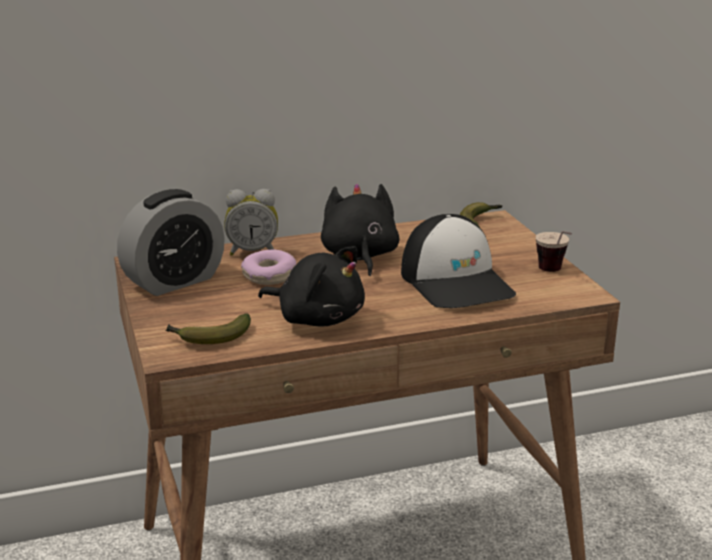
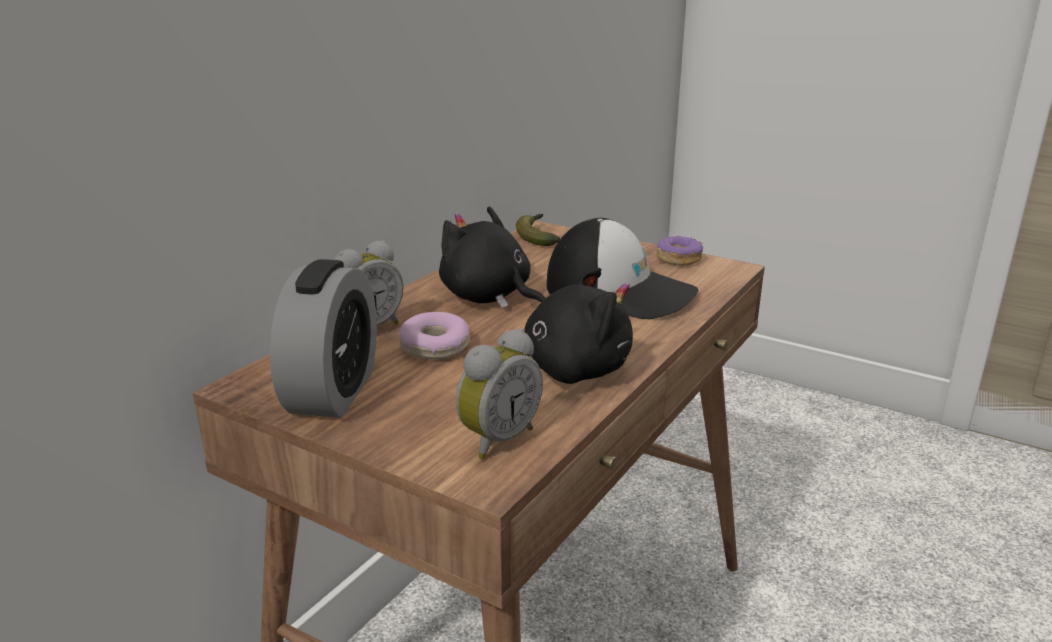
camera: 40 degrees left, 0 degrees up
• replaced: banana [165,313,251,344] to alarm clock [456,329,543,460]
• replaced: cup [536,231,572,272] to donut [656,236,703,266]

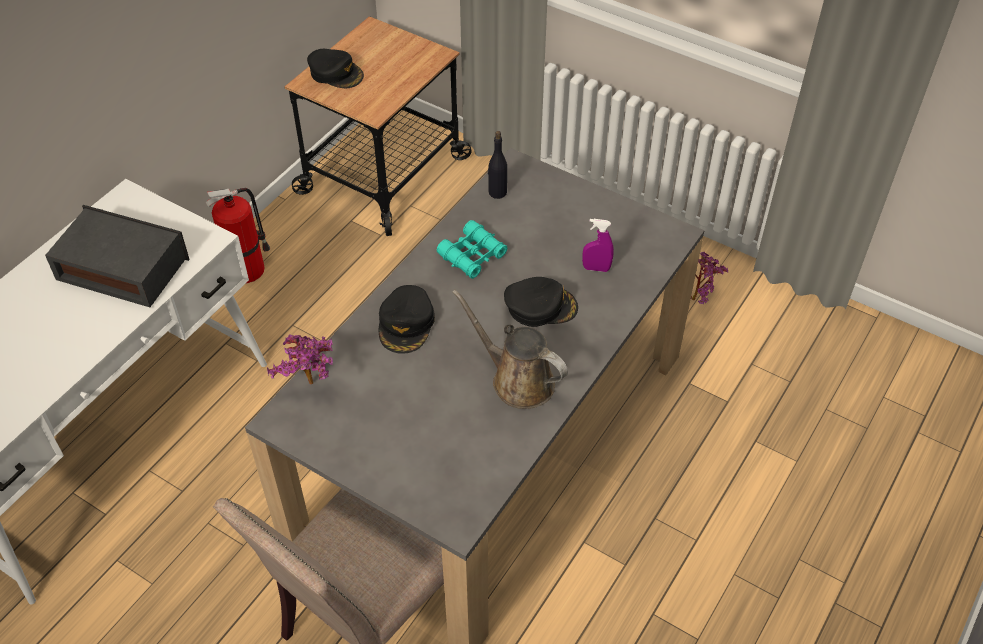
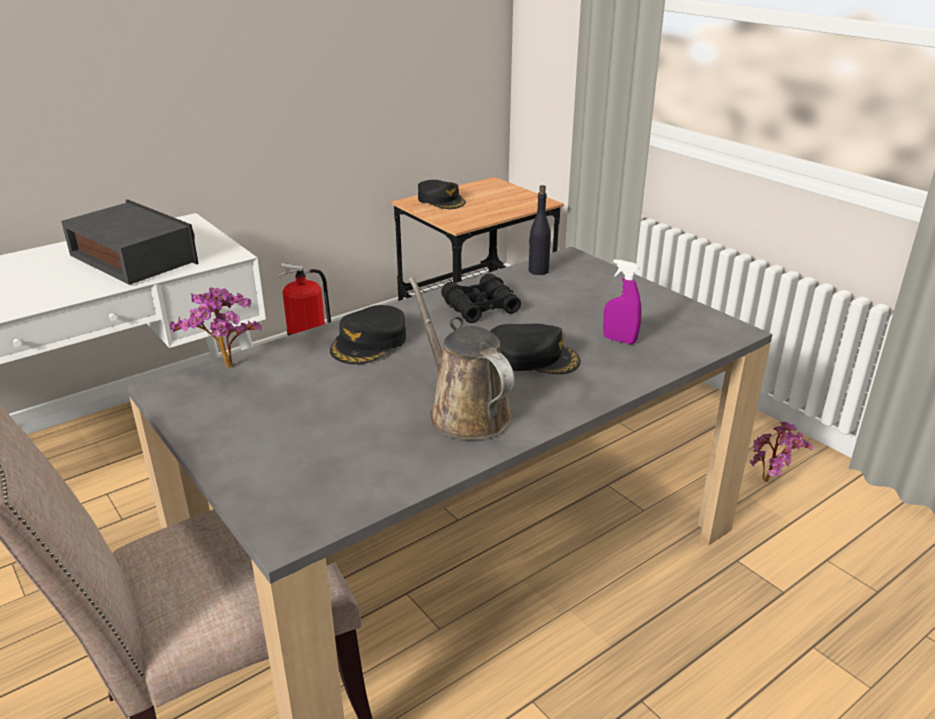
camera: 20 degrees right, 20 degrees down
• recoloured: binoculars (turquoise) [437,220,507,279] to binoculars (black) [441,273,521,323]

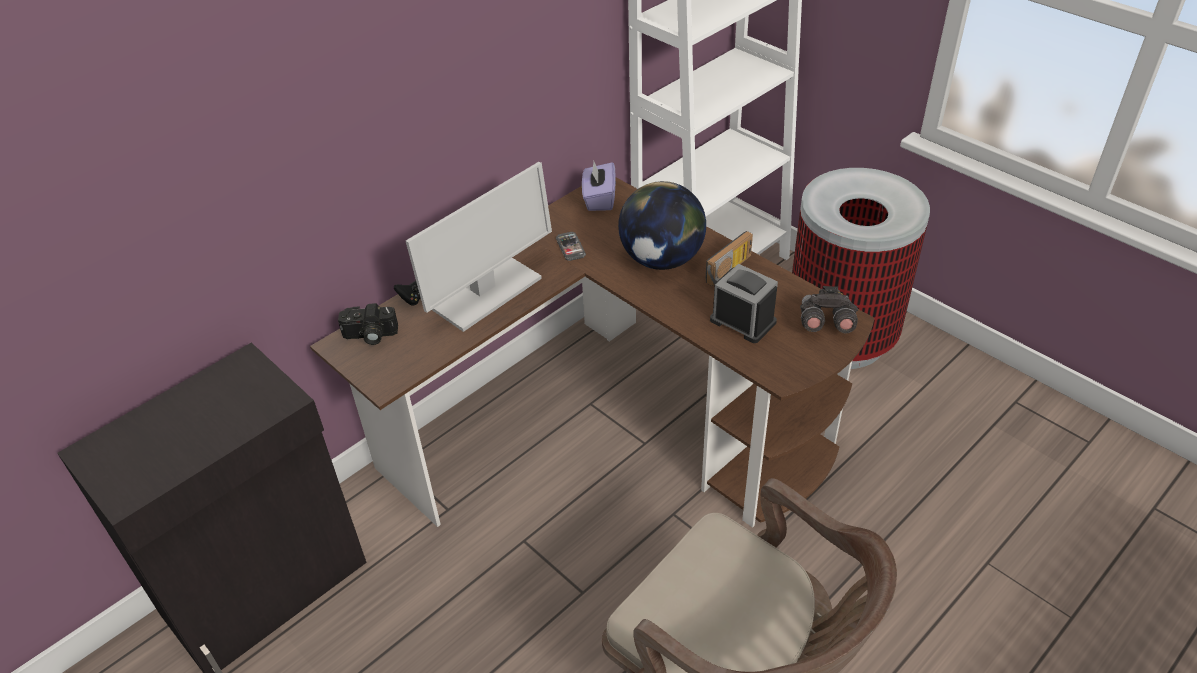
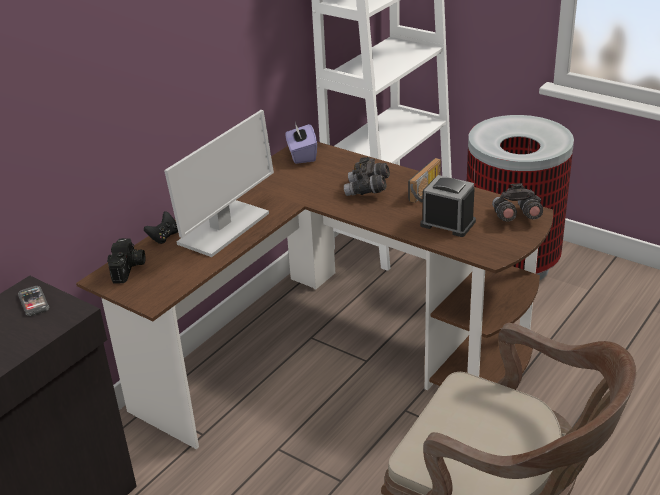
camera: 10 degrees left, 10 degrees down
• moved: phone [556,232,586,261] to [18,286,49,316]
• replaced: globe [618,181,706,270] to binoculars (grey) [344,157,390,196]
• turned: photo camera [338,303,398,345] = [107,238,145,284] 75 degrees counterclockwise

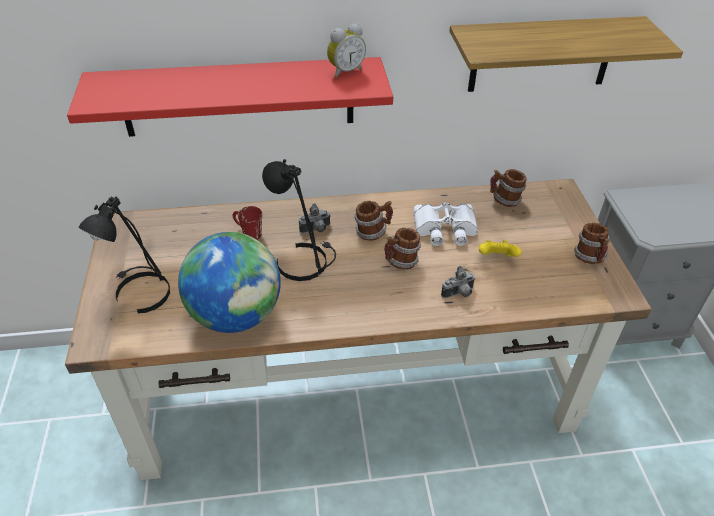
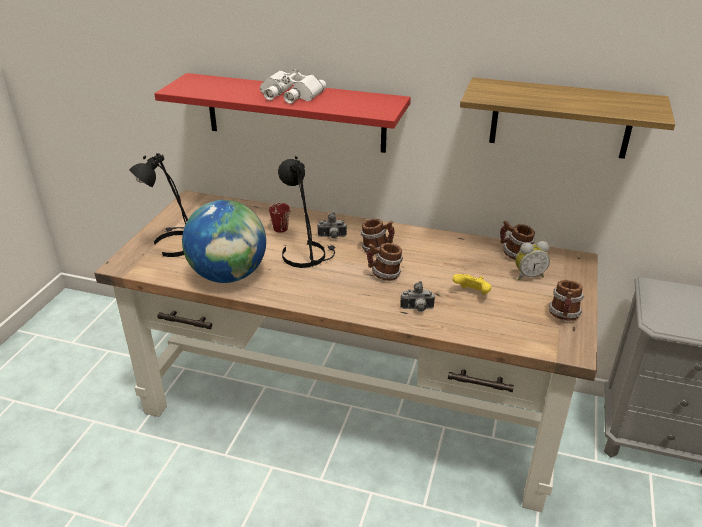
camera: 25 degrees right, 10 degrees down
• moved: alarm clock [327,23,366,78] to [515,241,550,280]
• moved: binoculars (white) [414,202,478,246] to [260,69,326,104]

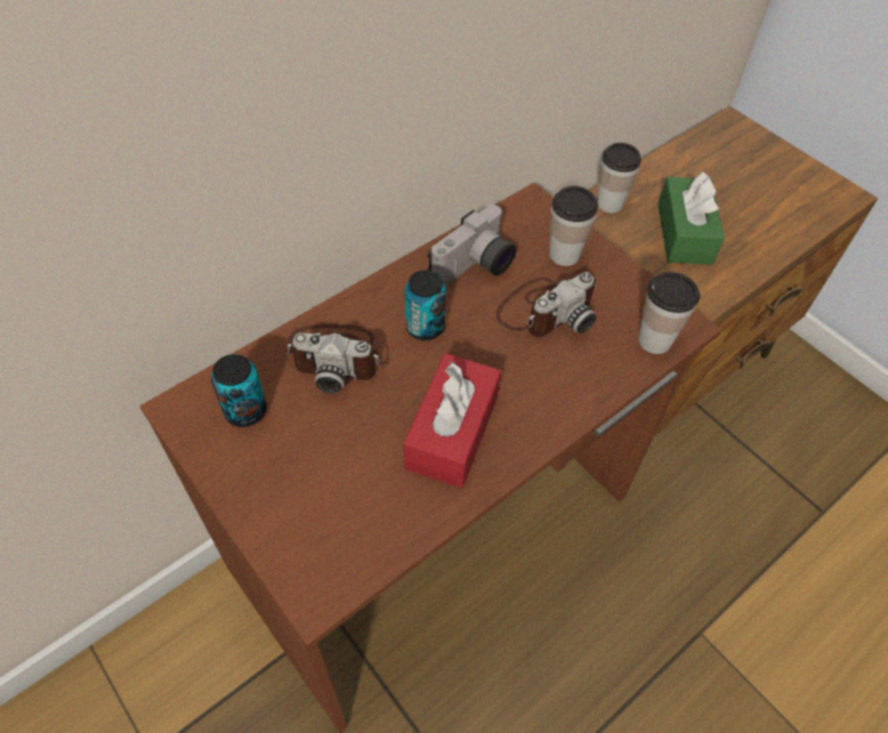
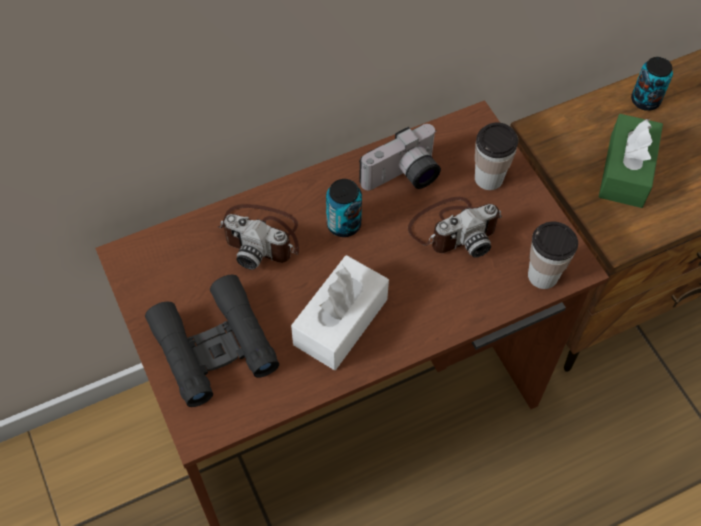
camera: 15 degrees right, 5 degrees up
• removed: cup [597,143,641,213]
• added: binoculars (black) [145,275,279,407]
• moved: can [211,354,267,427] to [631,57,673,111]
• recoloured: tissue box (red) [404,353,501,488] to tissue box (white) [291,255,389,370]

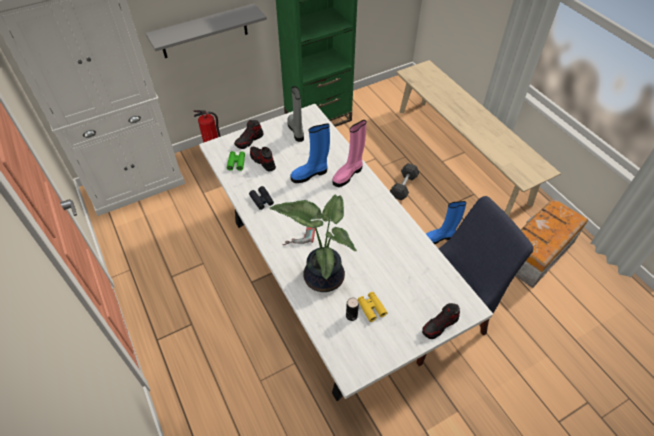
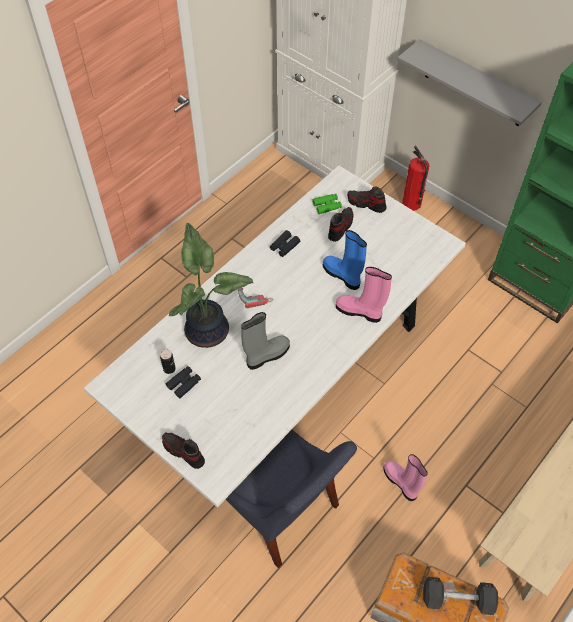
camera: 70 degrees right, 5 degrees up
• moved: boot (grey) [287,86,304,142] to [241,312,290,370]
• moved: dumbbell (grey) [390,163,419,201] to [423,577,498,615]
• recoloured: binoculars (yellow) [357,292,387,322] to binoculars (black) [166,366,201,398]
• recoloured: boot (blue) [426,201,466,244] to boot (pink) [384,454,428,501]

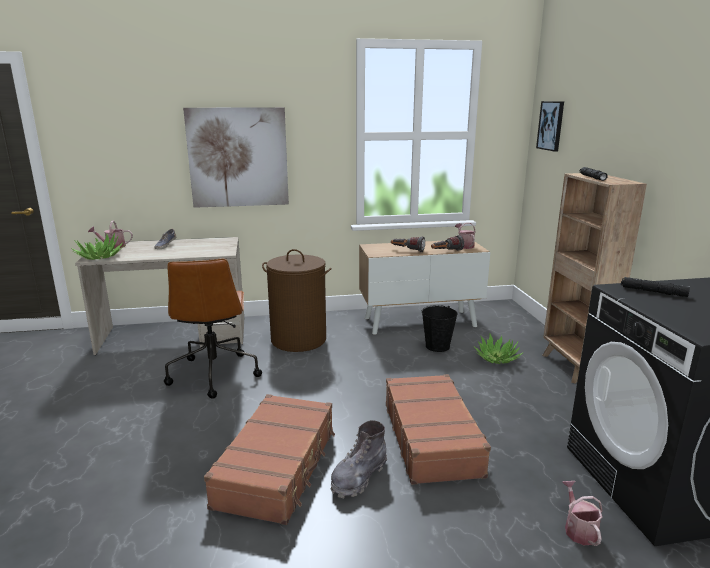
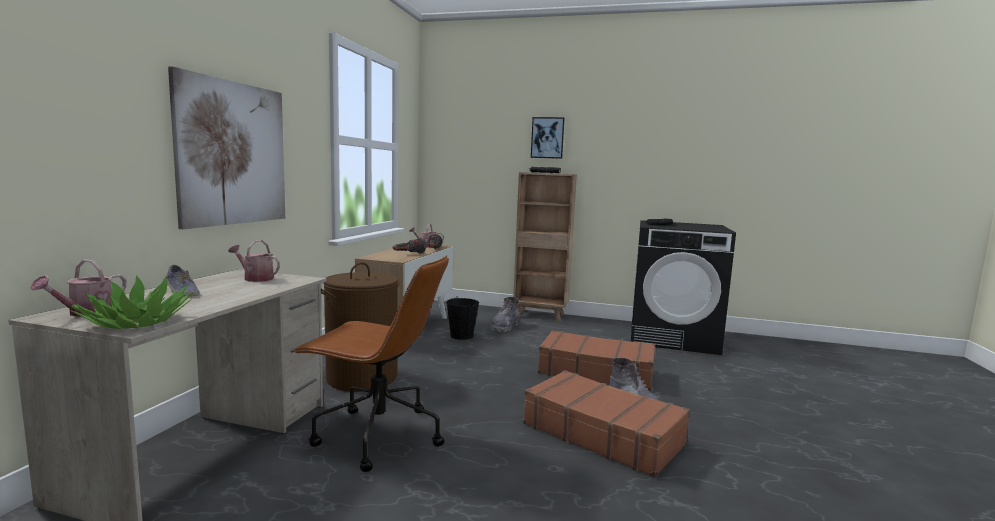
camera: 65 degrees left, 10 degrees down
• moved: picture [536,101,564,152] to [531,117,565,159]
• moved: watering can [562,481,603,546] to [228,240,280,282]
• replaced: potted plant [474,334,523,364] to boot (grey) [491,297,519,332]

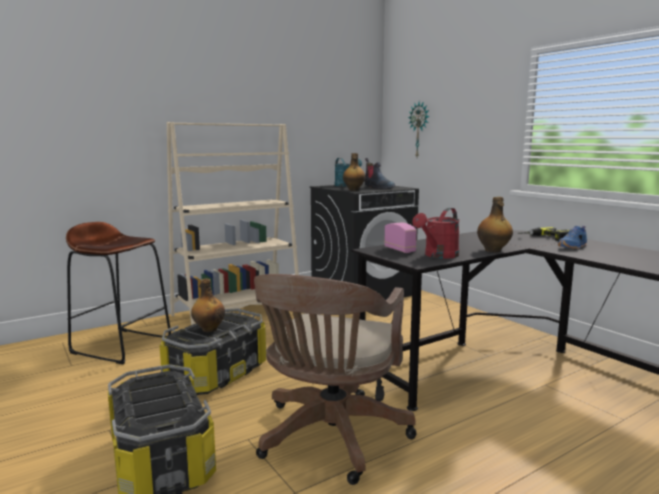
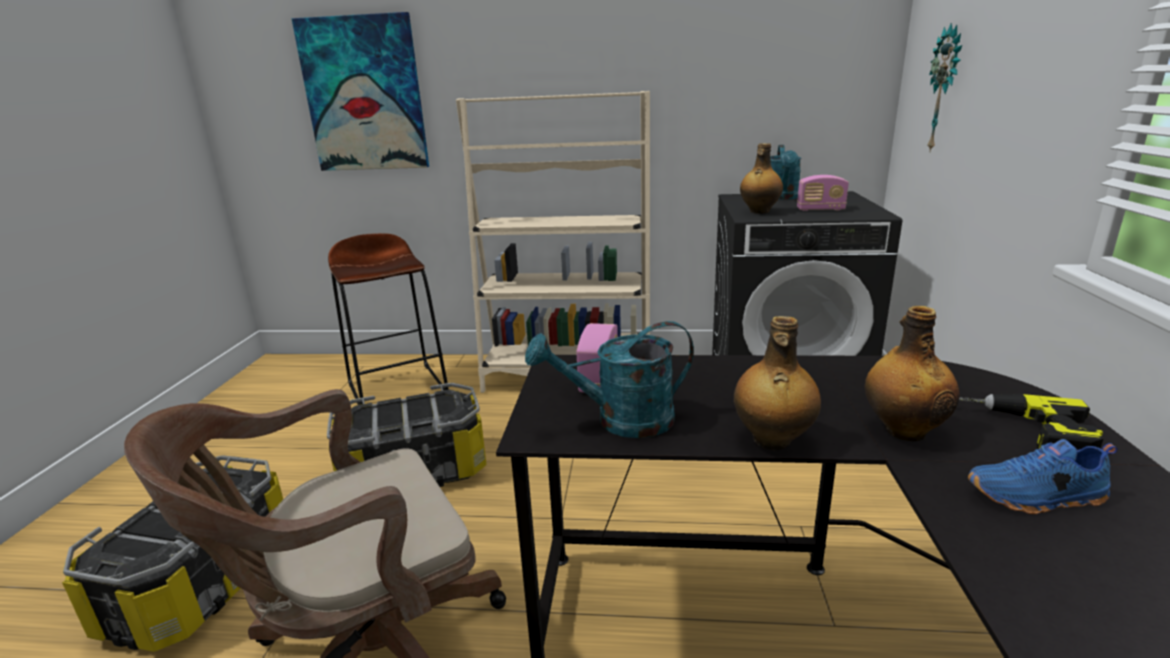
camera: 40 degrees right, 10 degrees up
• added: picture [291,12,429,171]
• moved: bottle [191,279,225,332] to [865,306,959,441]
• replaced: boot [364,158,396,189] to radio [797,175,849,211]
• recoloured: watering can (red) [412,208,460,259] to watering can (turquoise) [525,321,694,438]

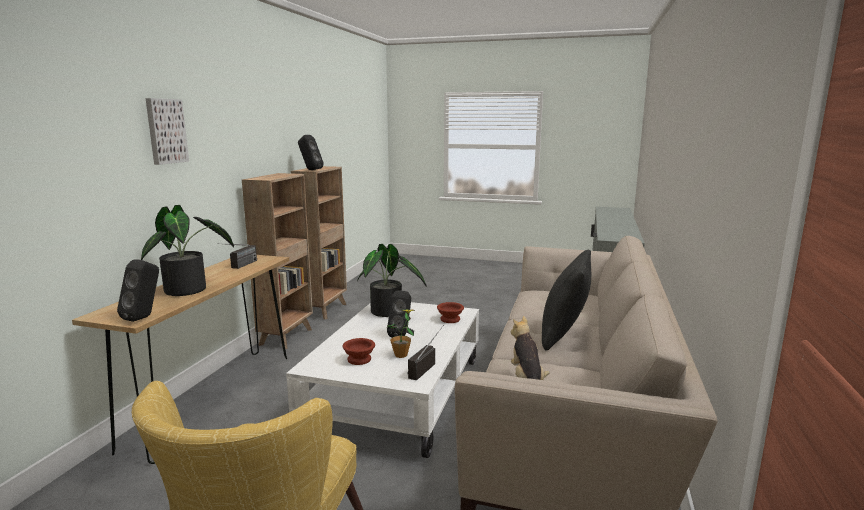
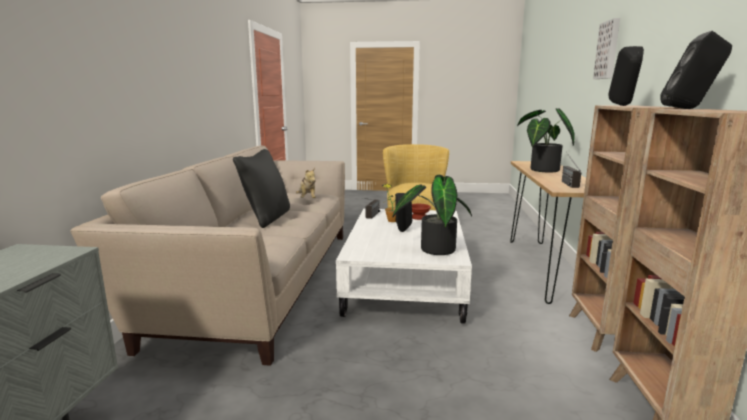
camera: 170 degrees right, 0 degrees up
• removed: bowl (brown) [437,302,464,323]
• moved: speaker (black) [117,260,159,322] to [608,46,644,106]

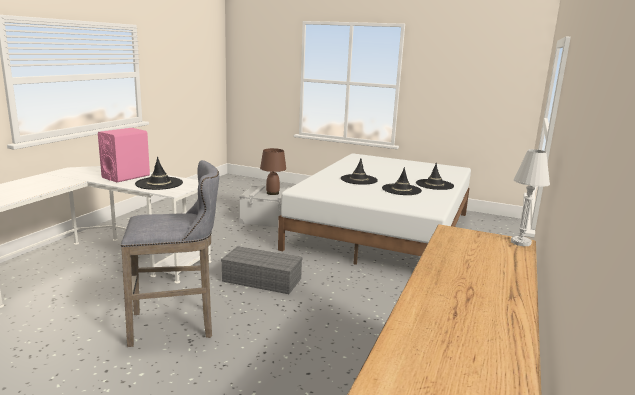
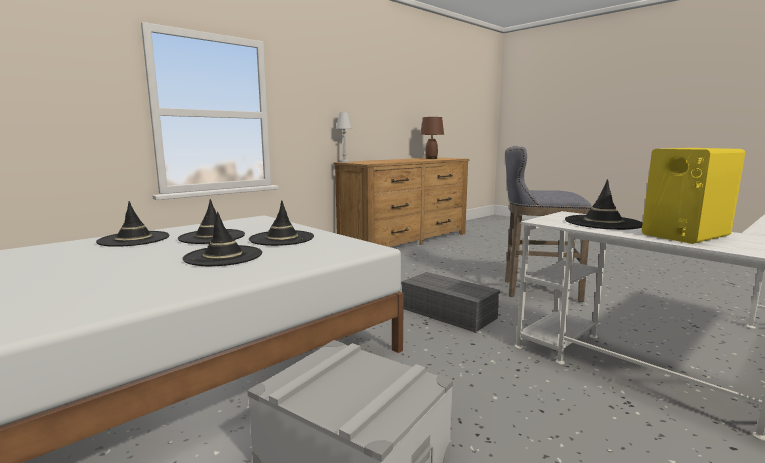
camera: 155 degrees left, 5 degrees down
• added: hat (black) [249,201,314,246]
• moved: table lamp (brown) [260,148,286,195] to [420,117,444,159]
• recoloured: speaker (pink) [98,128,150,182] to speaker (yellow) [642,148,745,244]

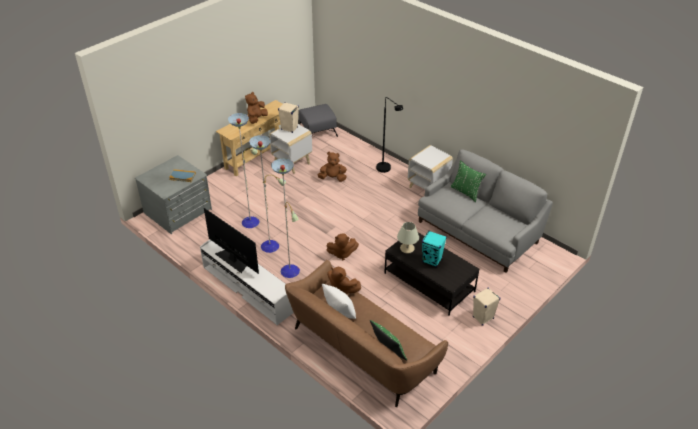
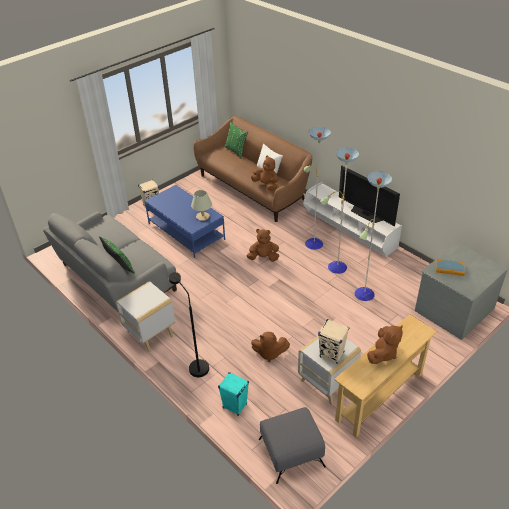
camera: 175 degrees left, 0 degrees up
• moved: speaker (turquoise) [422,231,447,267] to [218,372,249,416]
• recoloured: coffee table (black) [384,232,479,316] to coffee table (blue) [145,185,225,258]

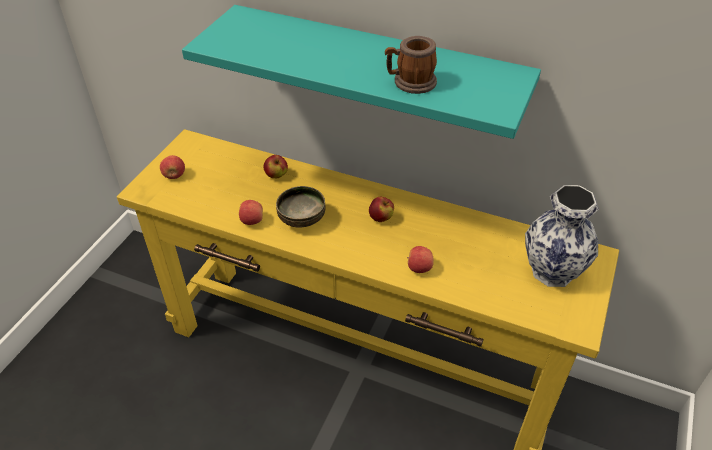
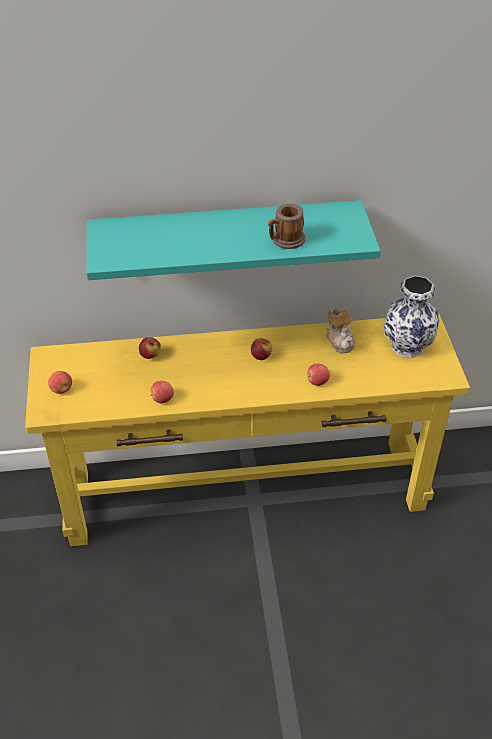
camera: 30 degrees left, 0 degrees up
• removed: bowl [276,186,326,228]
• added: teapot [326,308,356,353]

